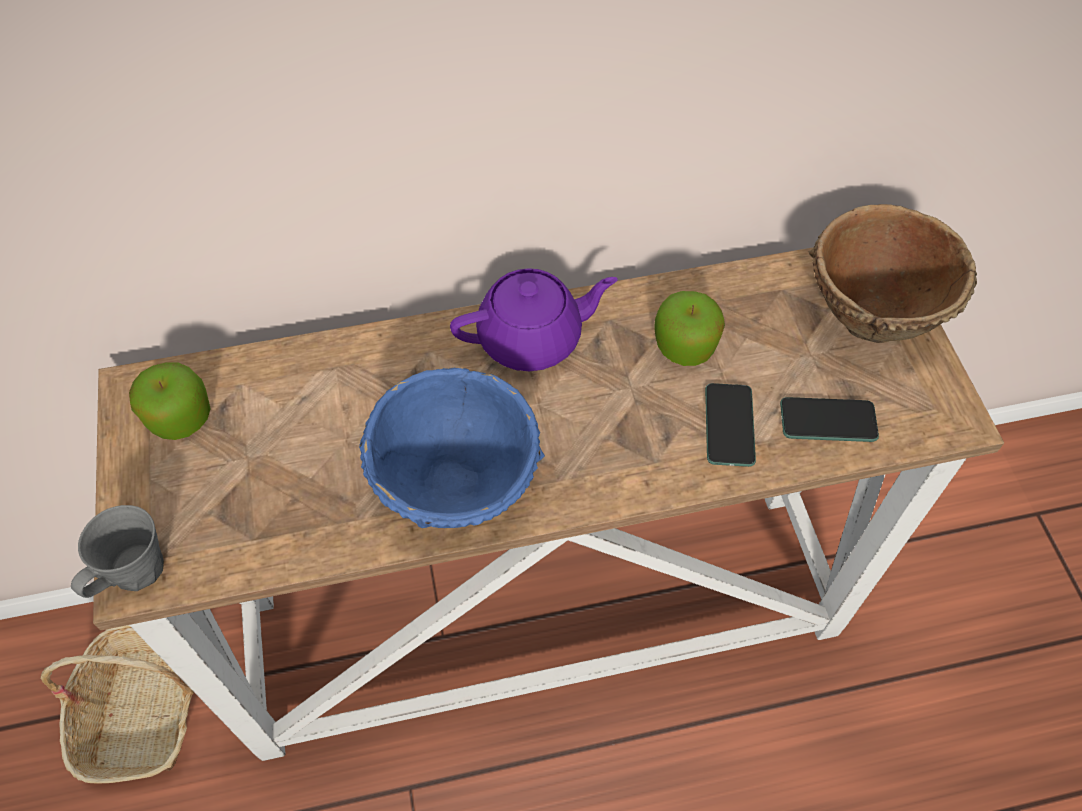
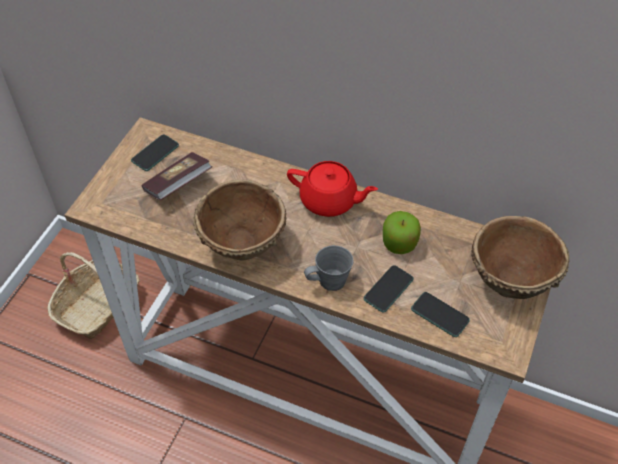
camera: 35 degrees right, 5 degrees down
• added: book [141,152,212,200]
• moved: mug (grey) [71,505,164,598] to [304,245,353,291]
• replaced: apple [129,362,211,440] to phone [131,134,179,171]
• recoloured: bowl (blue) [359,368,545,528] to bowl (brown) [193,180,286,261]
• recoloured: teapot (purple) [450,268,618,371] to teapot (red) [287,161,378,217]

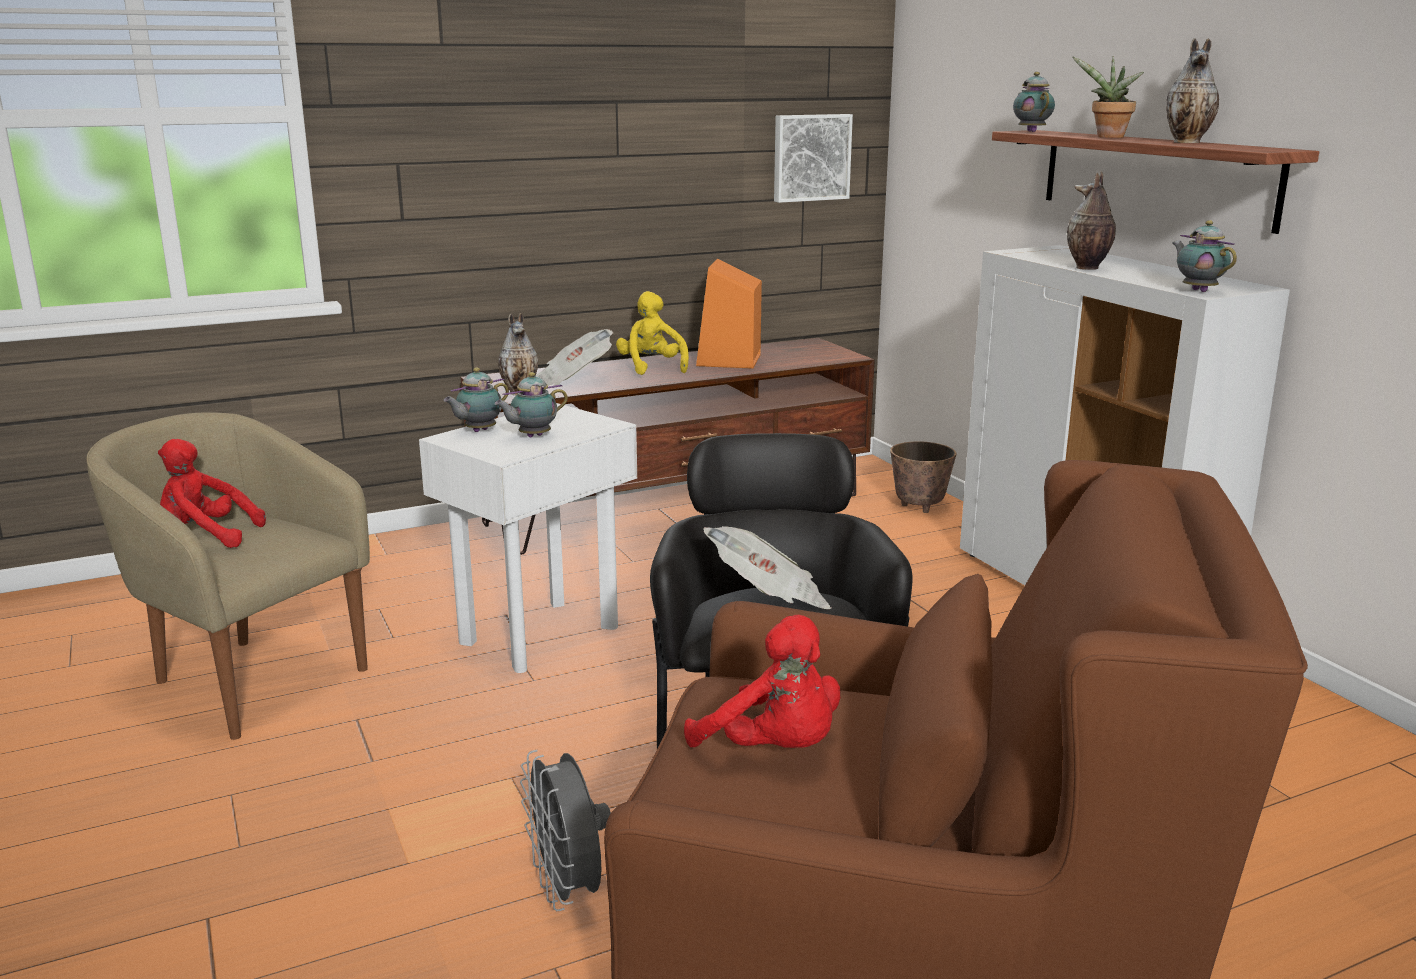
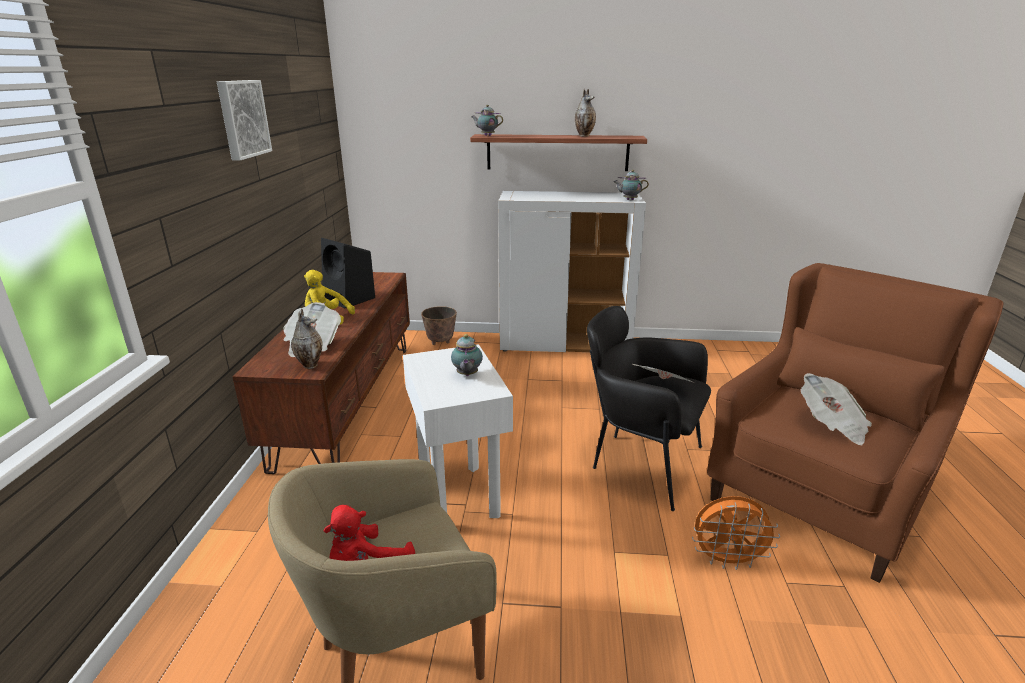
camera: 60 degrees left, 5 degrees up
• removed: teapot [443,368,509,432]
• removed: vase [1067,171,1116,270]
• removed: potted plant [1073,56,1144,138]
• moved: picture [774,114,853,203] to [217,80,272,161]
• replaced: plush toy (red) [684,615,840,748] to newspaper [800,373,872,445]
• recoloured: fan (grey) [520,750,611,911] to fan (orange) [692,496,780,570]
• recoloured: speaker (orange) [696,259,762,369] to speaker (black) [321,238,375,308]

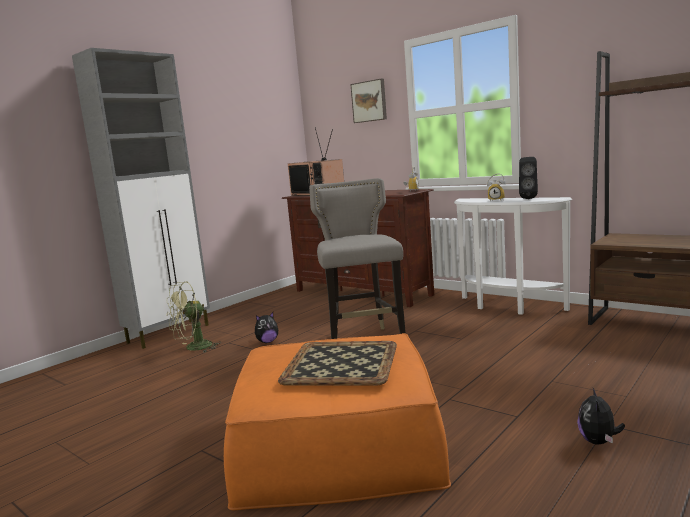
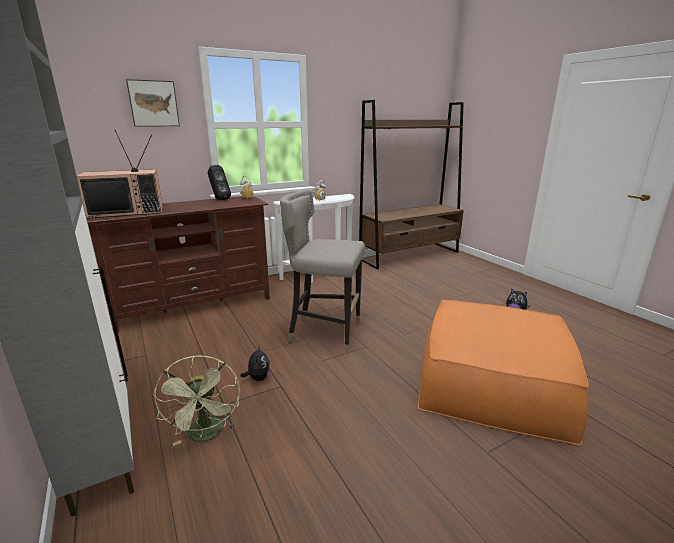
camera: 70 degrees left, 10 degrees up
• removed: tray [278,341,397,386]
• moved: speaker (black) [519,157,538,199] to [208,165,231,200]

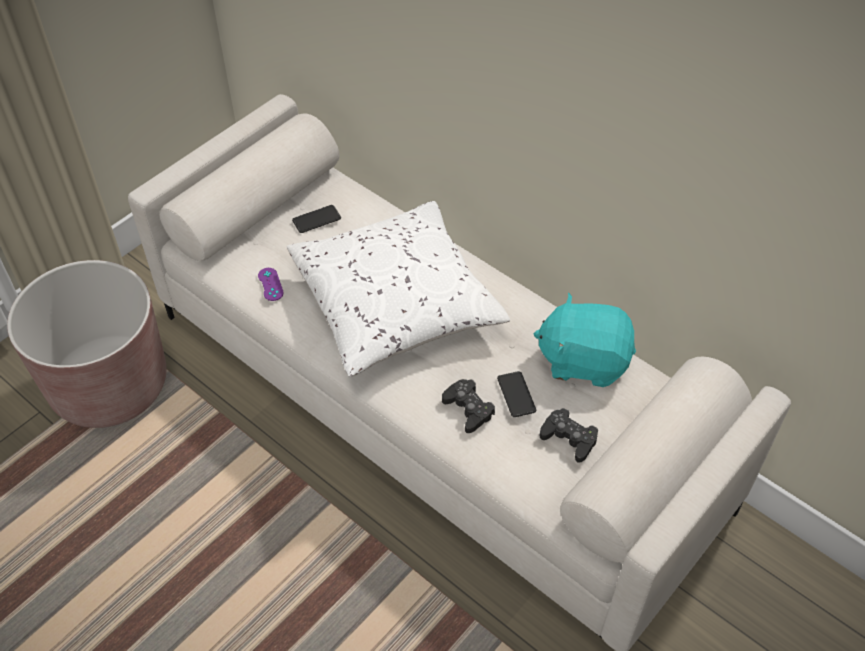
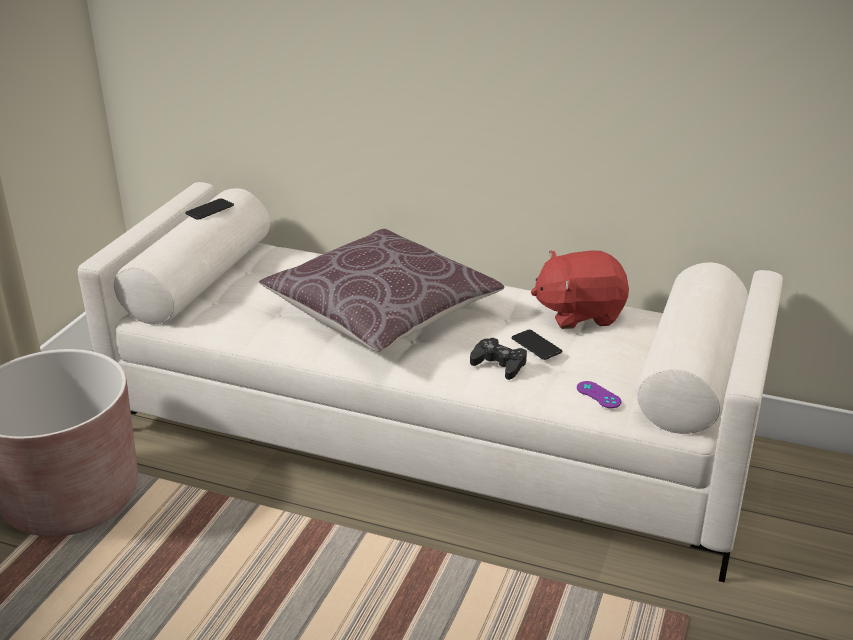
camera: 20 degrees left, 20 degrees down
• removed: game controller (black) [539,408,598,463]
• moved: game controller (purple) [258,268,284,301] to [577,381,622,408]
• moved: phone [292,205,341,233] to [185,198,234,220]
• recoloured: pillow (white) [286,201,510,377] to pillow (brown) [259,229,505,352]
• recoloured: plush toy (turquoise) [533,293,636,387] to plush toy (red) [531,250,629,329]

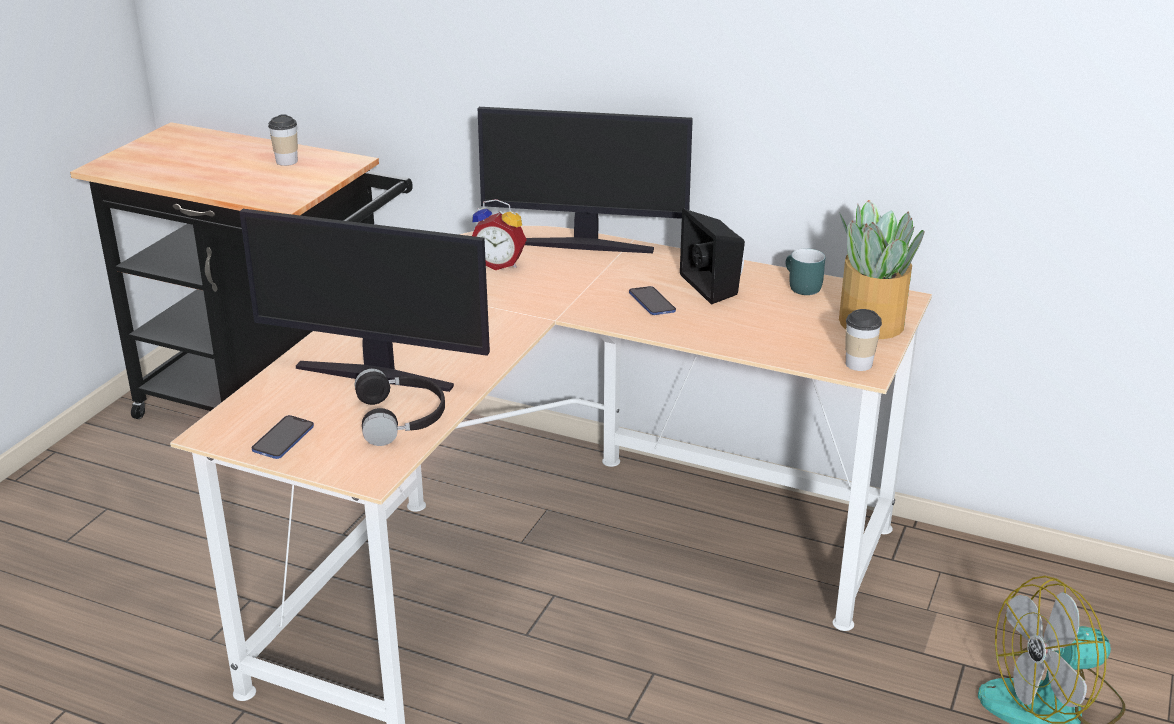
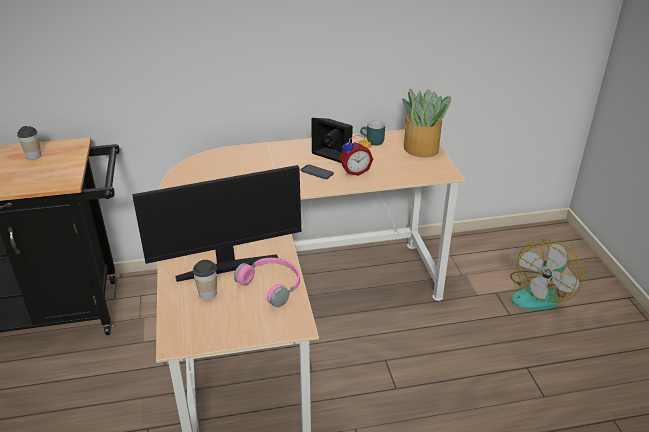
camera: 35 degrees left, 5 degrees up
• removed: phone [252,415,314,459]
• removed: monitor [478,107,693,253]
• moved: alarm clock [472,199,527,270] to [340,135,373,176]
• moved: cup [845,309,882,371] to [193,260,217,300]
• recoloured: headphones (black) [354,369,445,446] to headphones (pink) [234,258,300,308]

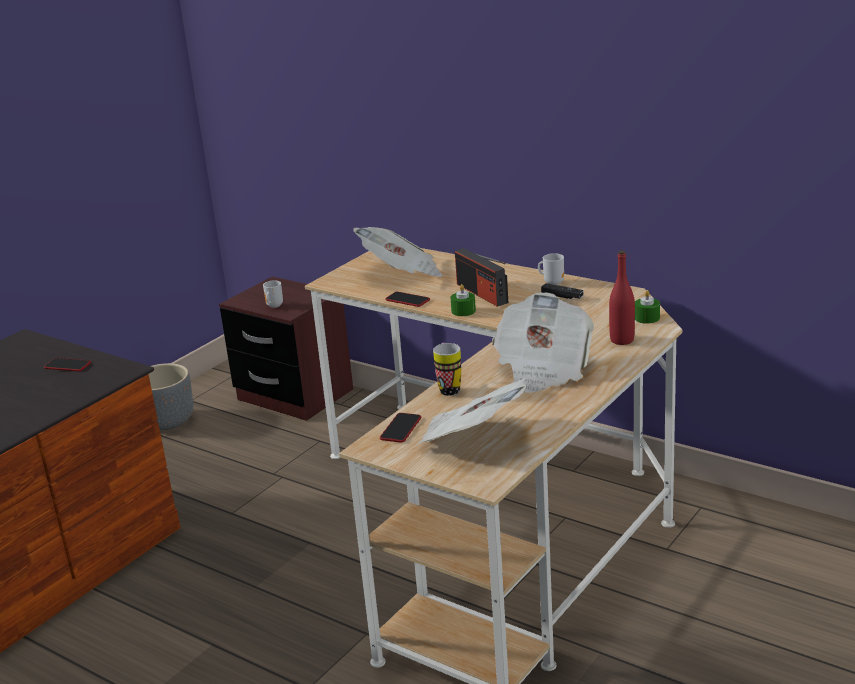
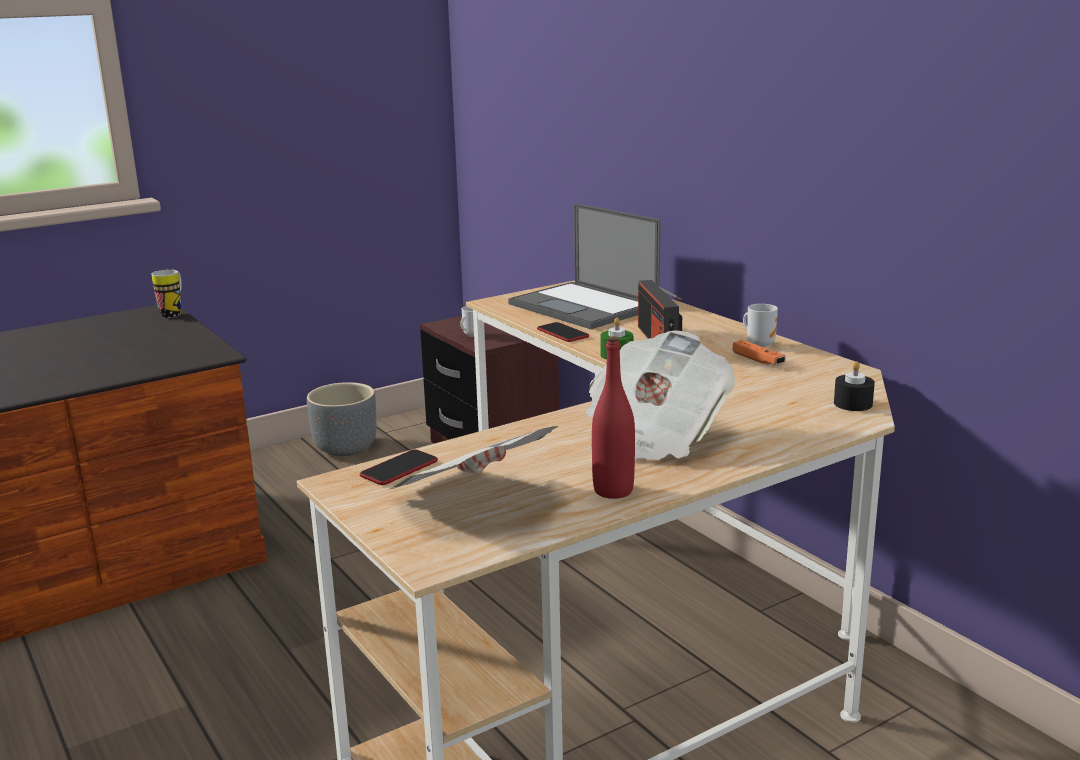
camera: 20 degrees right, 5 degrees down
• removed: phone [44,358,91,371]
• moved: mug [433,343,461,396] to [151,269,182,318]
• moved: bottle (red) [609,251,635,345] to [592,336,635,499]
• replaced: newspaper [353,227,442,277] to laptop [508,203,661,329]
• recoloured: game controller (black) [541,283,584,299] to game controller (orange) [733,340,785,365]
• recoloured: candle (green) [635,290,660,324] to candle (black) [834,361,875,411]

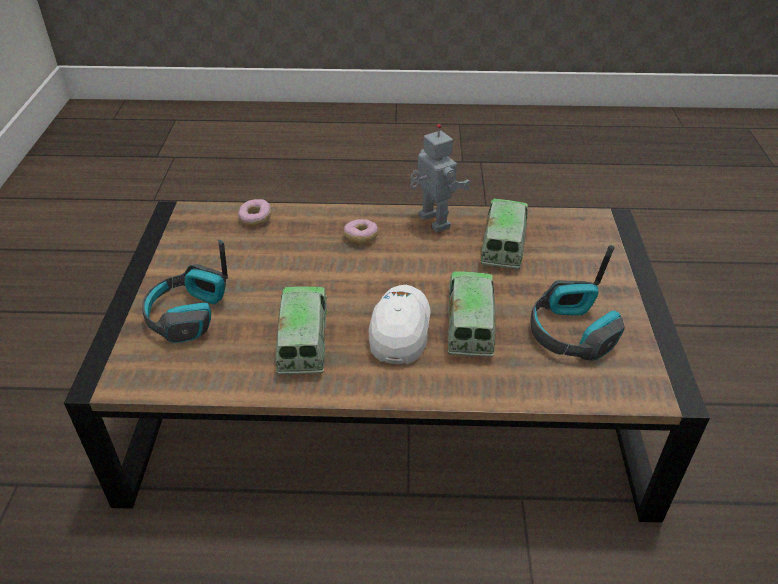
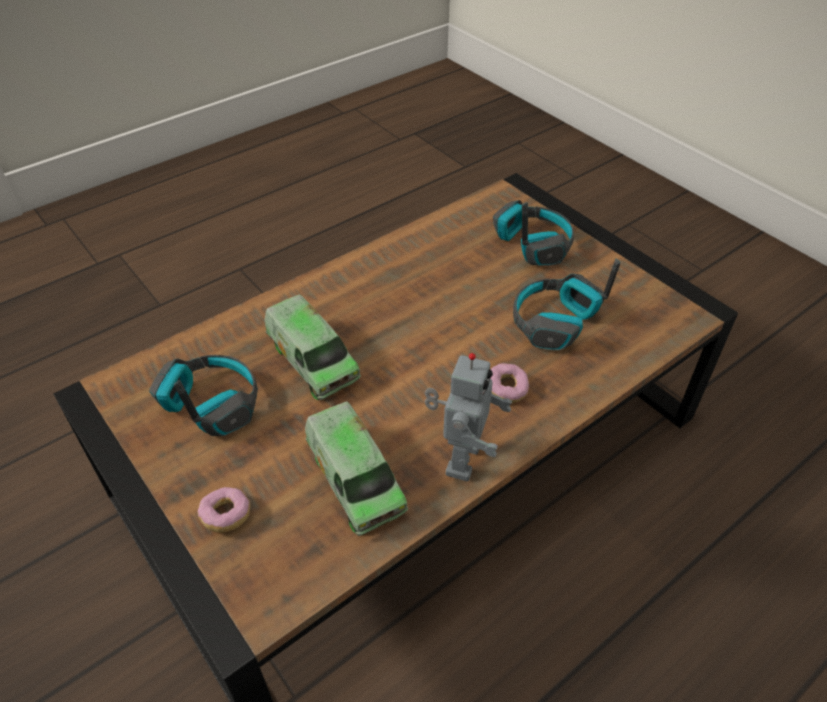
camera: 140 degrees right, 5 degrees up
• removed: toy truck [276,286,327,375]
• removed: cap (white) [369,285,430,364]
• added: headphones [513,259,620,350]
• moved: donut [238,199,272,226] to [198,487,250,533]
• turned: toy robot [410,124,471,232] = [425,353,512,481] 90 degrees counterclockwise

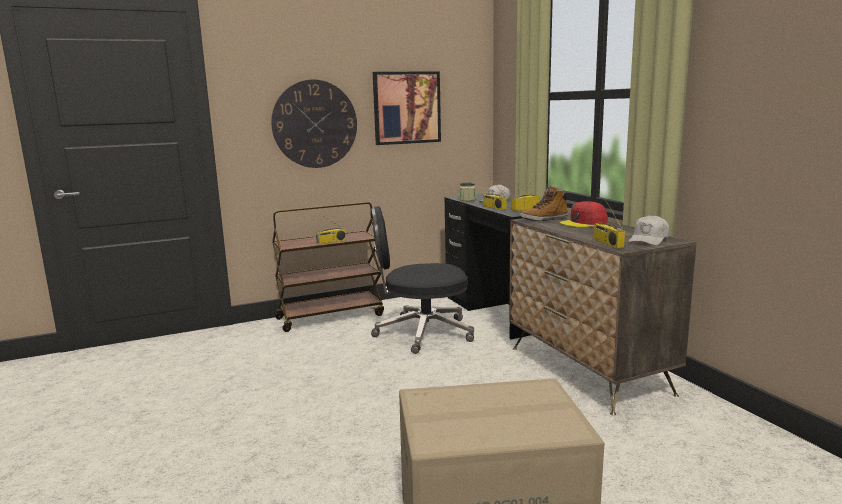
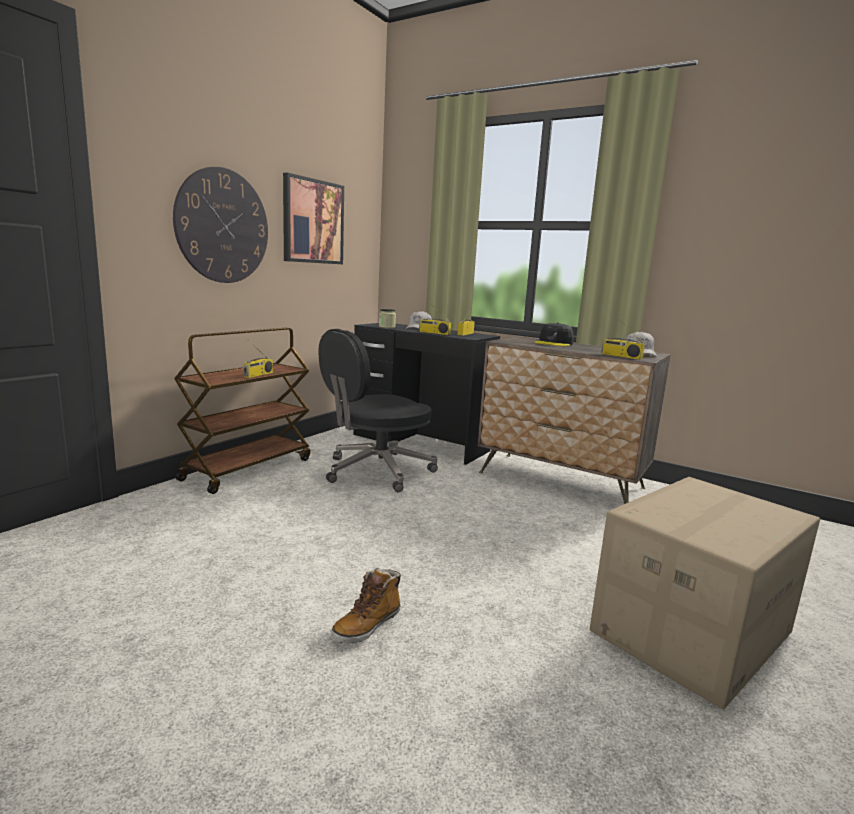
camera: 35 degrees left, 0 degrees up
• moved: boot [520,185,568,221] to [331,568,401,644]
• recoloured: cap (red) [560,201,608,228] to cap (black) [535,323,574,346]

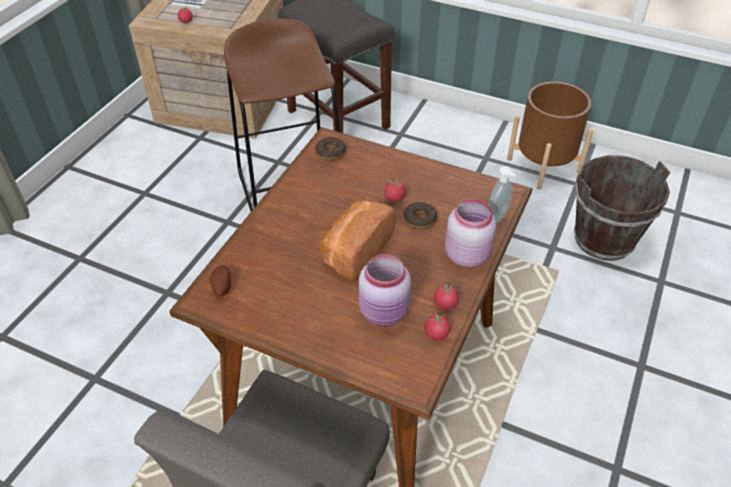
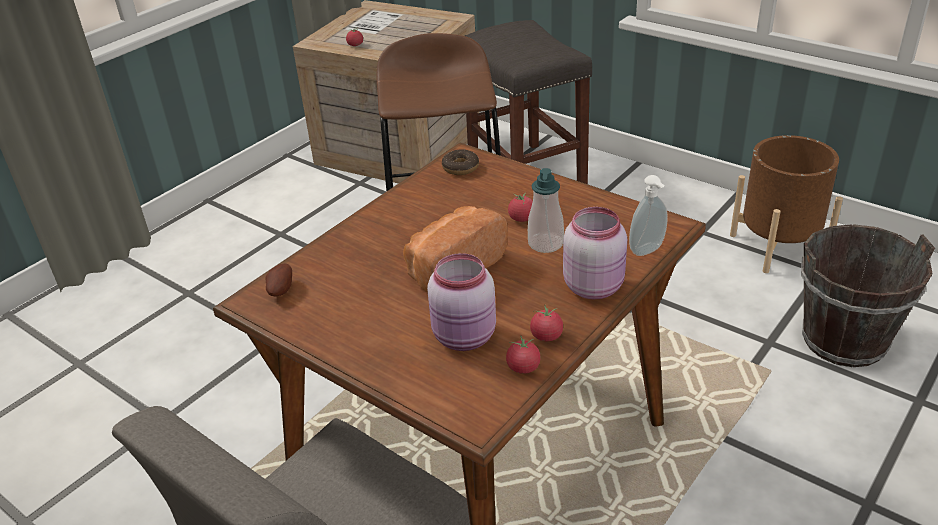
camera: 15 degrees right, 10 degrees down
• replaced: donut [404,202,437,229] to soap dispenser [528,168,564,253]

